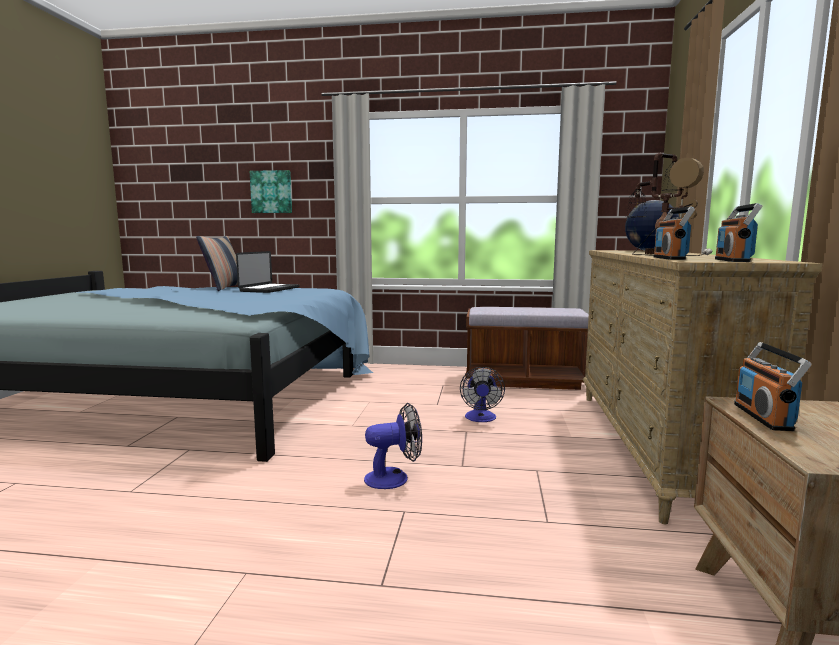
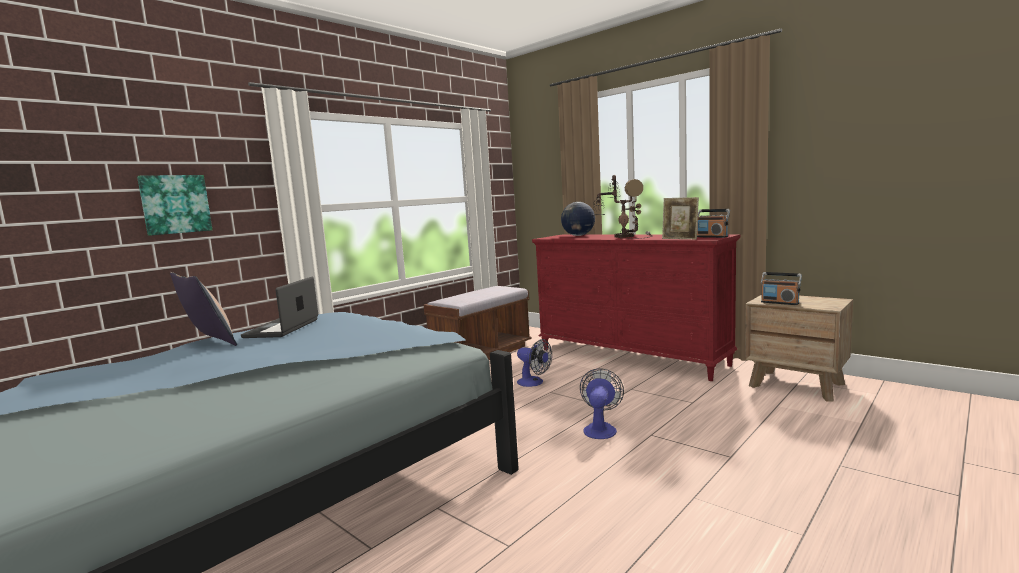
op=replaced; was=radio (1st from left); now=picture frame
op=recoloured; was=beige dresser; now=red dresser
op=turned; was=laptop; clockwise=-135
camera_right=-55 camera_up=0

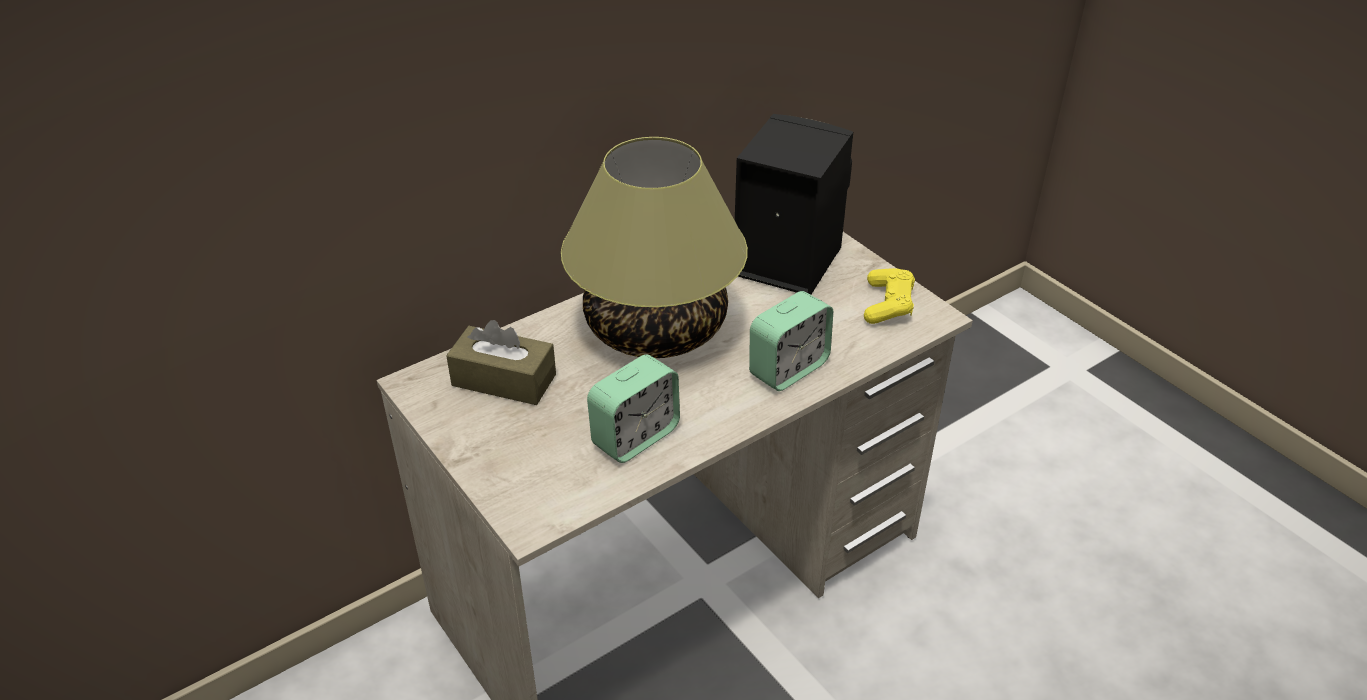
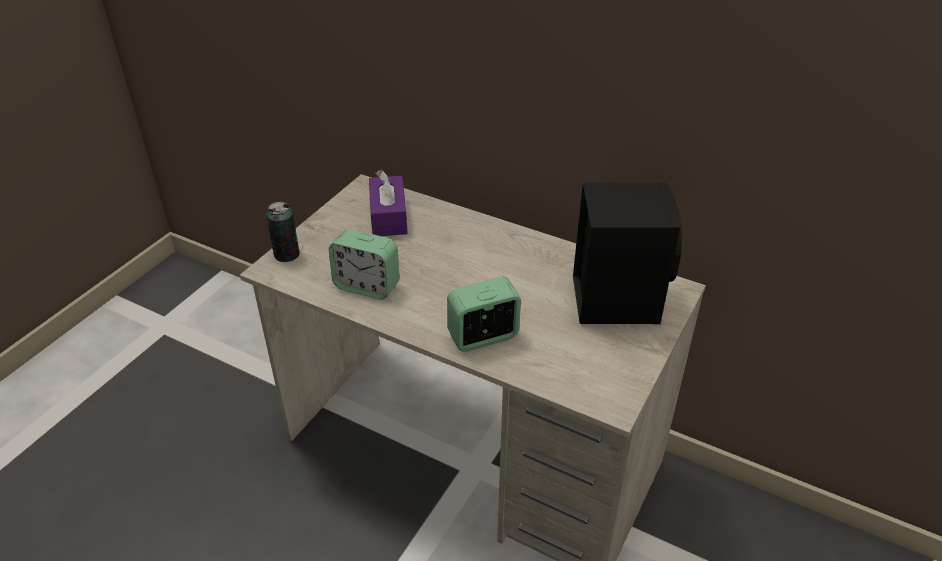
op=removed; was=table lamp
op=removed; was=yellow game controller
op=turned; was=alarm clock (2nd from left); clockwise=135
op=recoloured; was=brown tissue box; now=purple tissue box
op=added; now=can
camera_right=65 camera_up=0

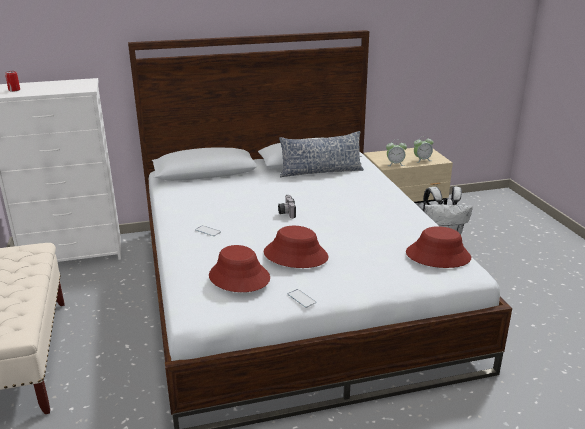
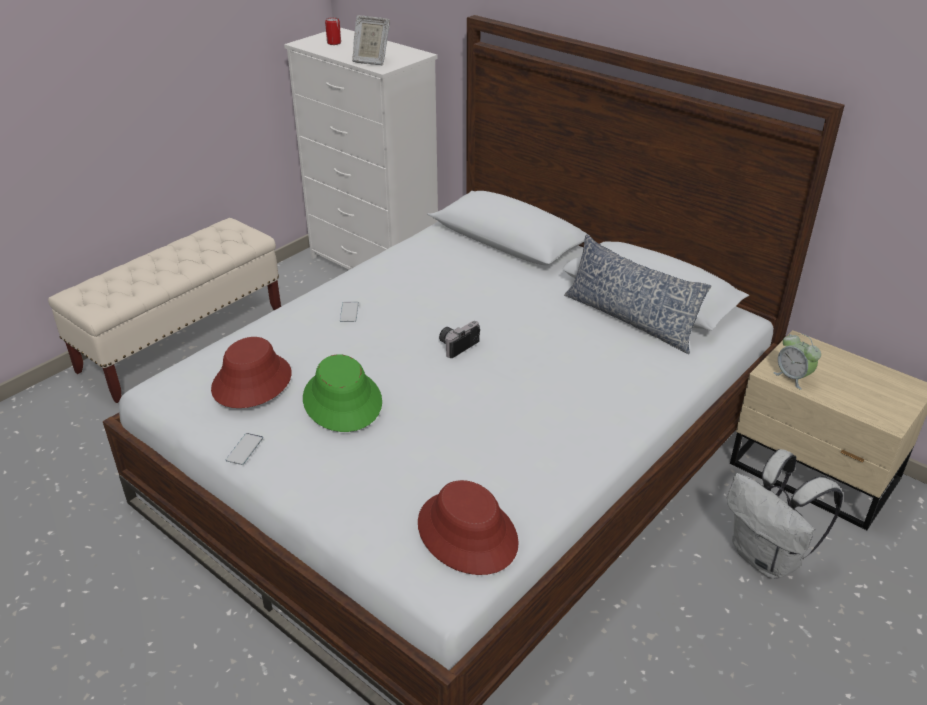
op=removed; was=alarm clock (2nd from left)
op=recoloured; was=red hat (2nd from left); now=green hat
op=added; now=picture frame
camera_right=55 camera_up=10

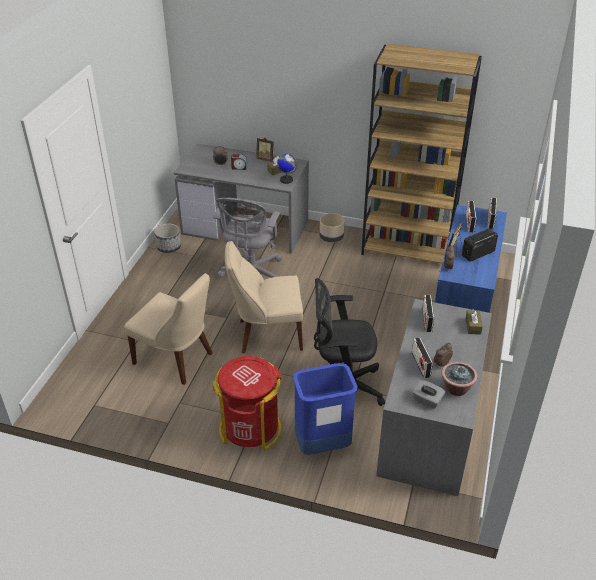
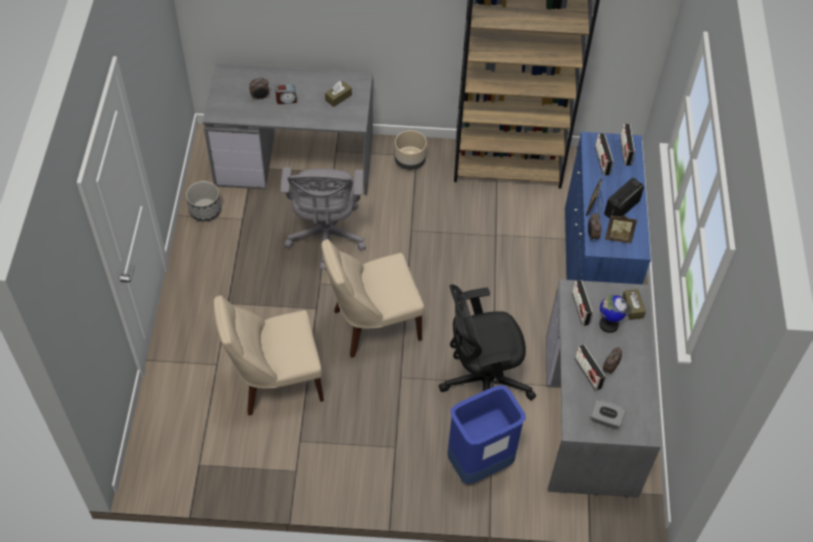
op=moved; was=picture frame (1st from left in the first image); now=picture frame (2nd from left)
op=moved; was=globe
op=turned; was=beige chair (1st from left); clockwise=150
op=removed; was=red trash can
op=removed; was=potted plant
camera_right=-15 camera_up=15

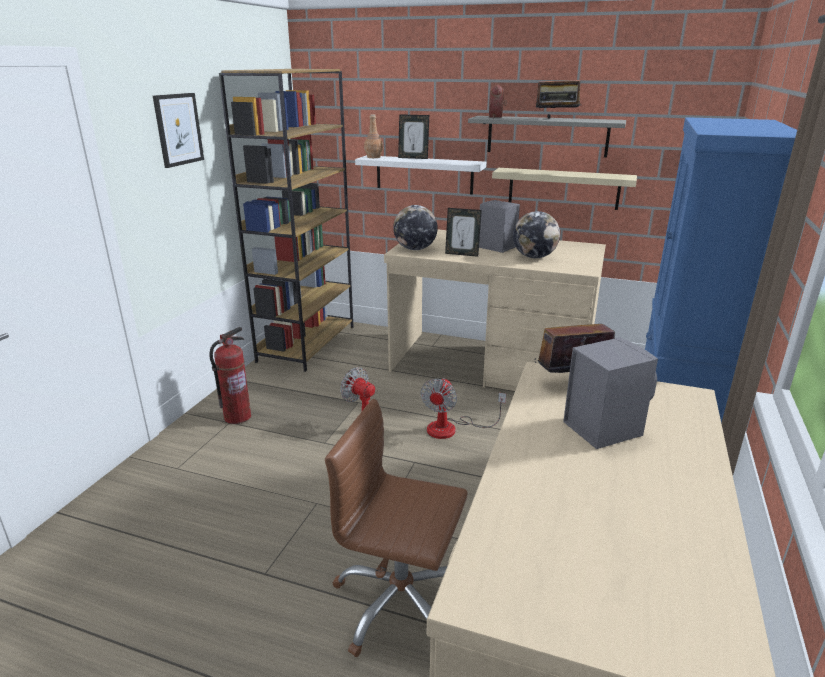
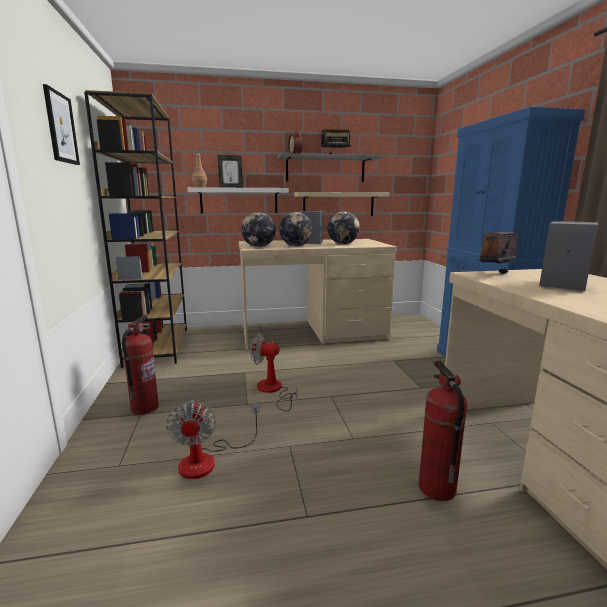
op=replaced; was=picture frame (2nd from left); now=globe (2nd from left)
op=moved; was=fan (2nd from left in the first image); now=fan (1st from left)
op=replaced; was=brown office chair; now=fire extinguisher (2nd from left)
camera_right=-30 camera_up=-10

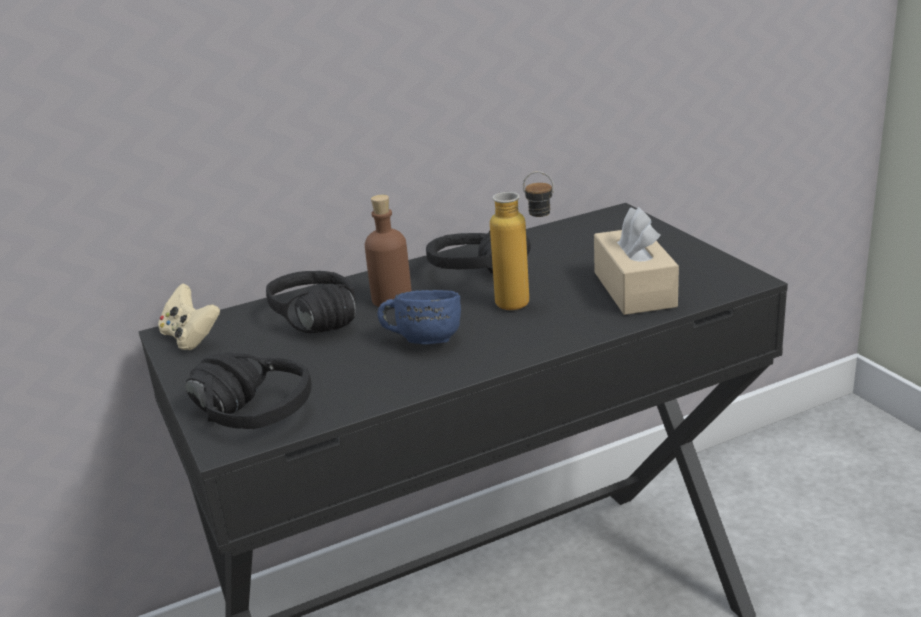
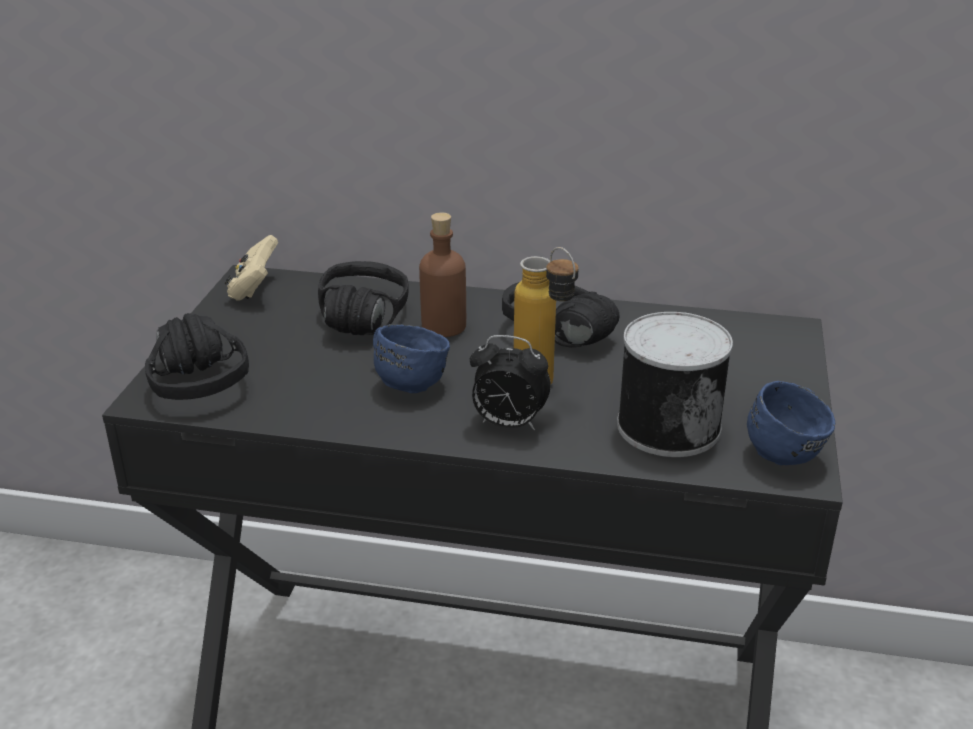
op=replaced; was=beige tissue box; now=can
op=added; now=alarm clock
op=added; now=blue mug (2nd from left)
camera_right=35 camera_up=5

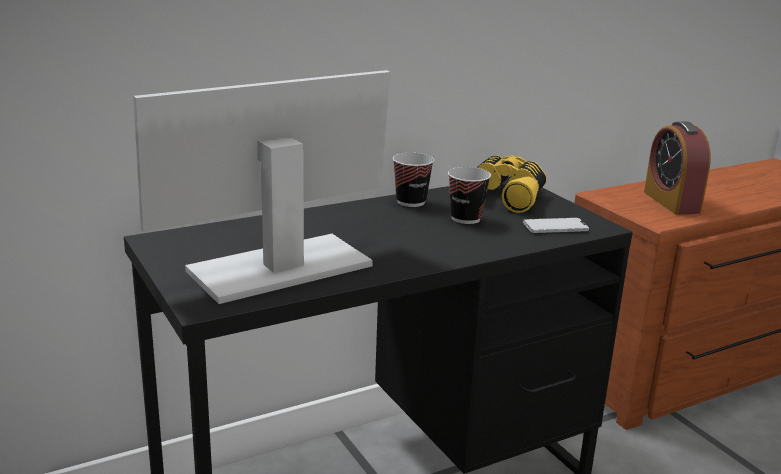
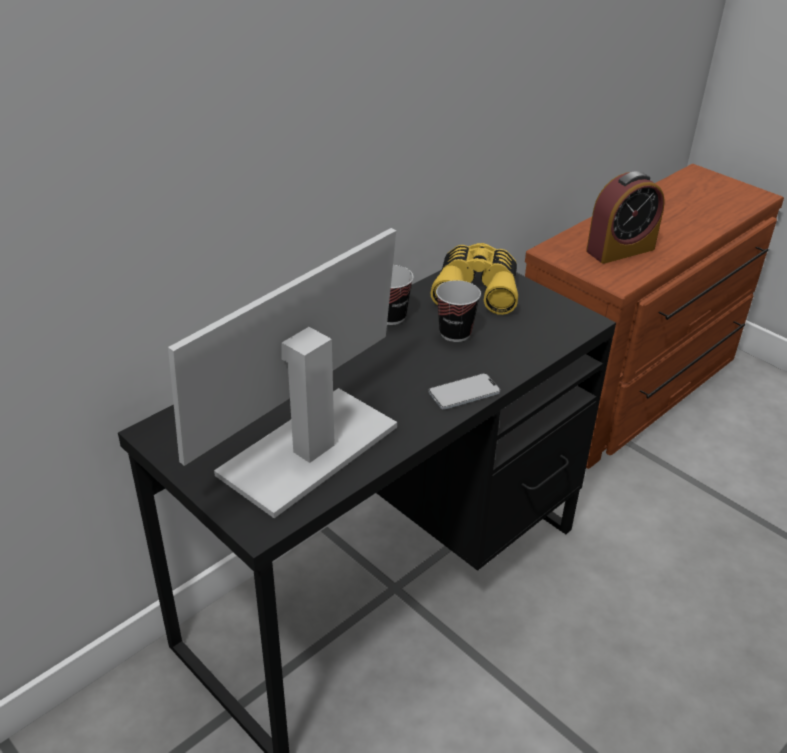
op=turned; was=alarm clock; clockwise=-90
op=moved; was=phone
camera_right=-15 camera_up=15

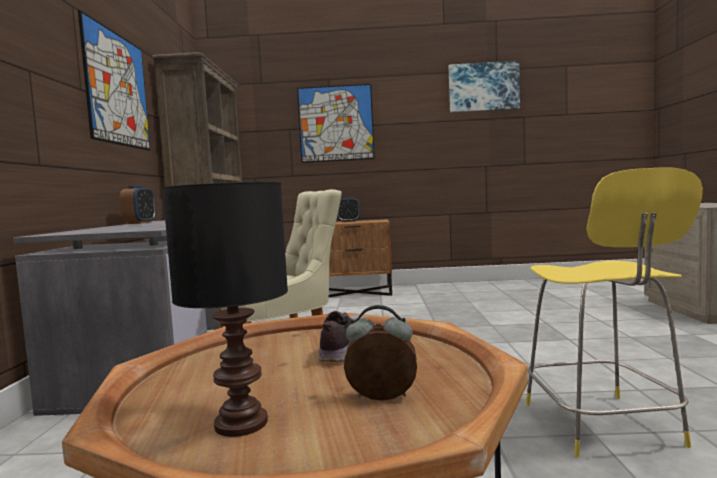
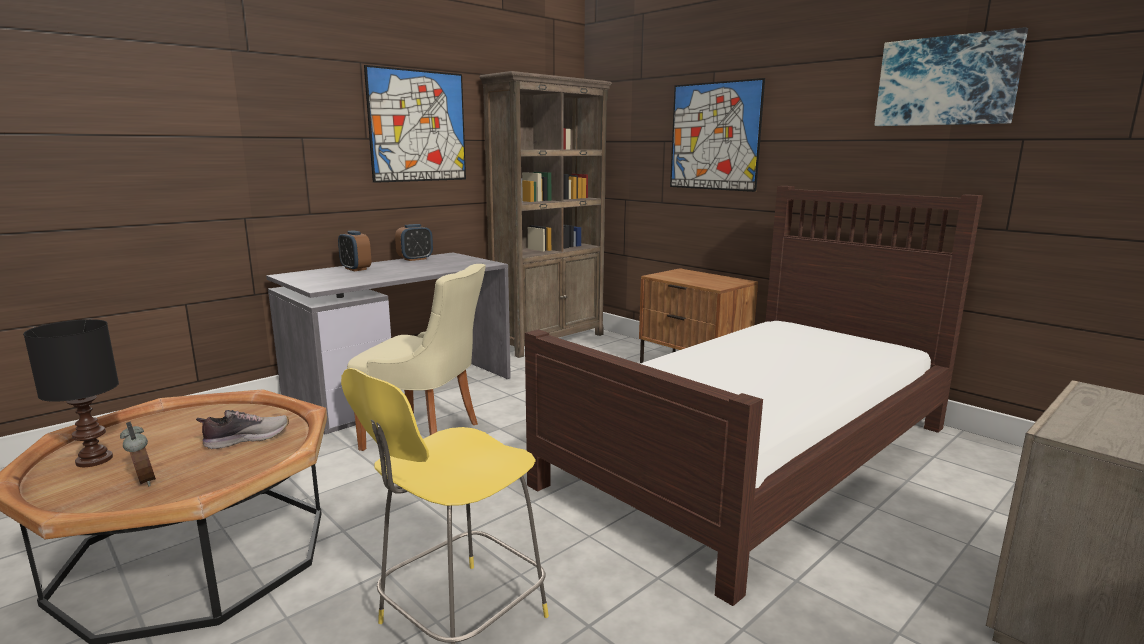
op=moved; was=alarm clock (2nd from left)
op=added; now=brown bed
camera_right=45 camera_up=10

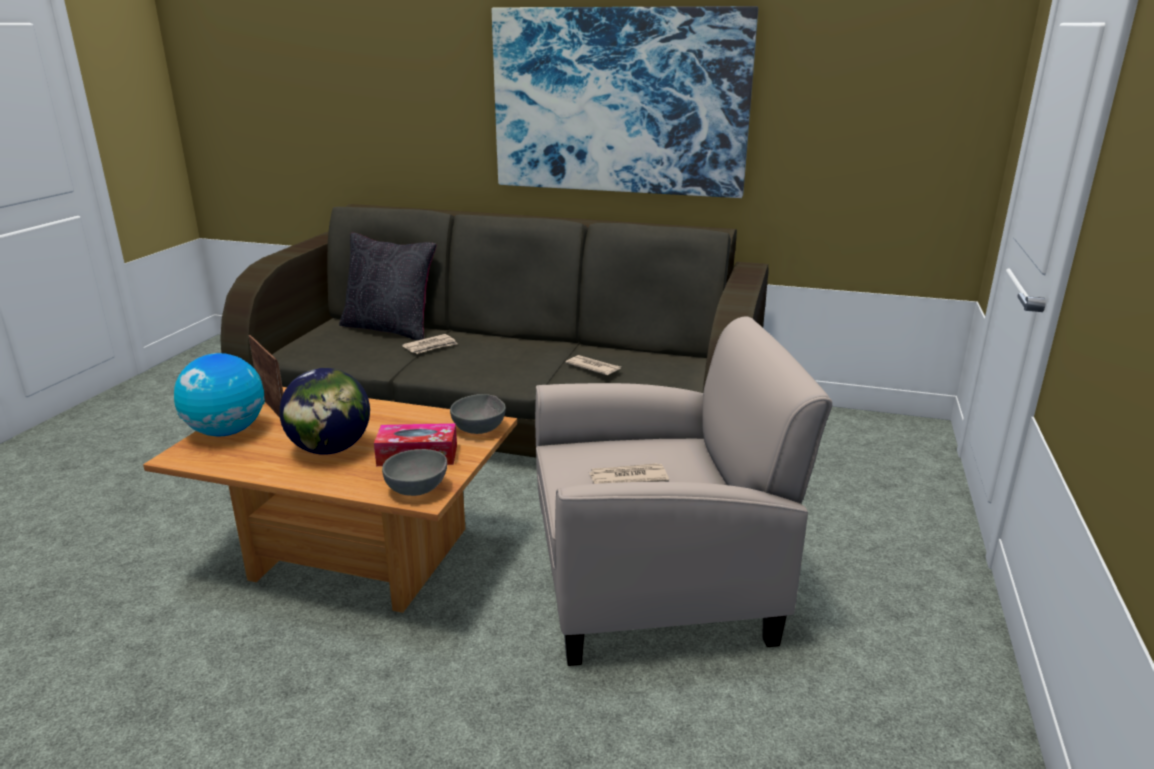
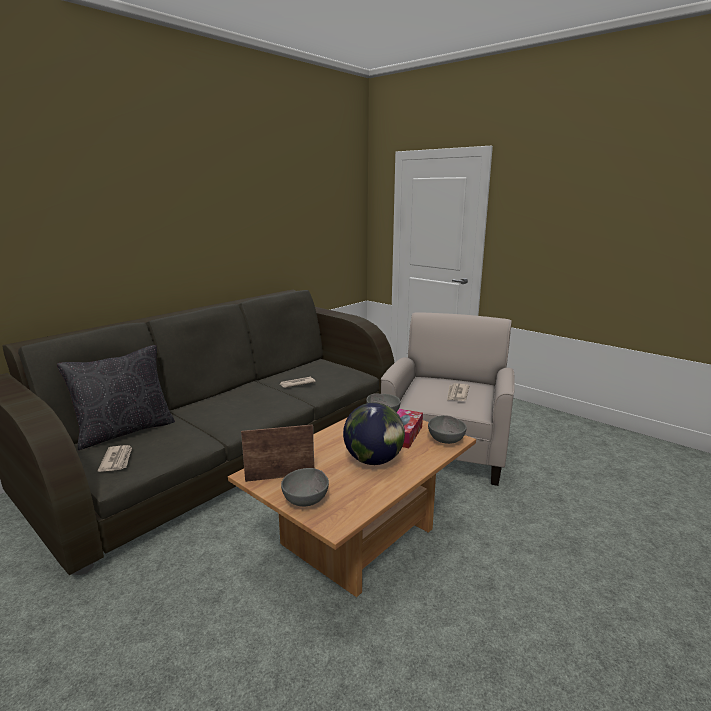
op=removed; was=picture
op=moved; was=newspaper (1st from left)
op=replaced; was=globe (1st from left); now=grey bowl (1st from left)
camera_right=-65 camera_up=-5

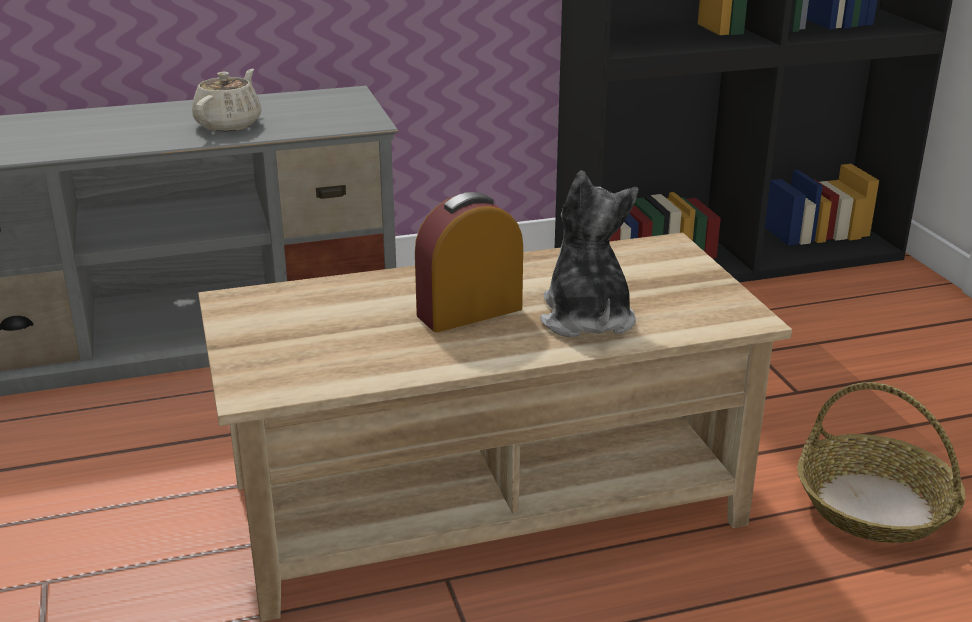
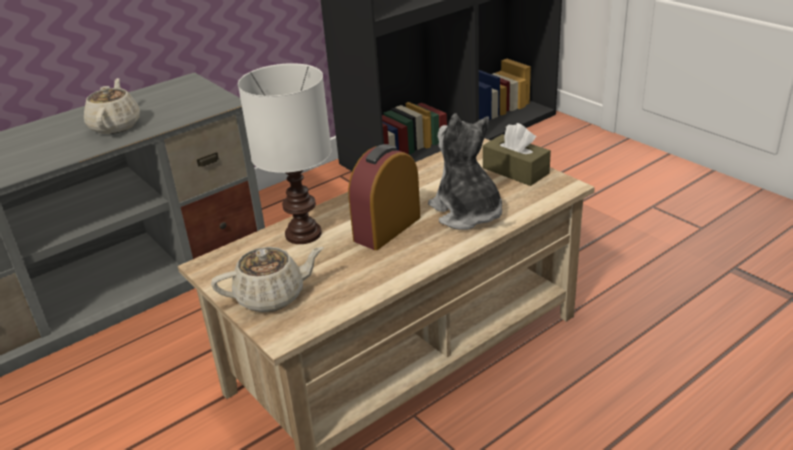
op=removed; was=basket
op=added; now=white table lamp
op=added; now=brown tissue box
op=added; now=beige teapot (2nd from left)
camera_right=-20 camera_up=5

